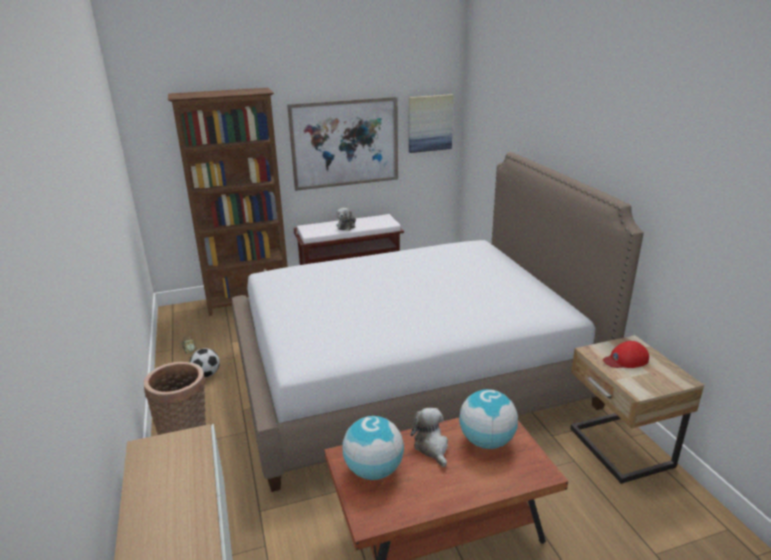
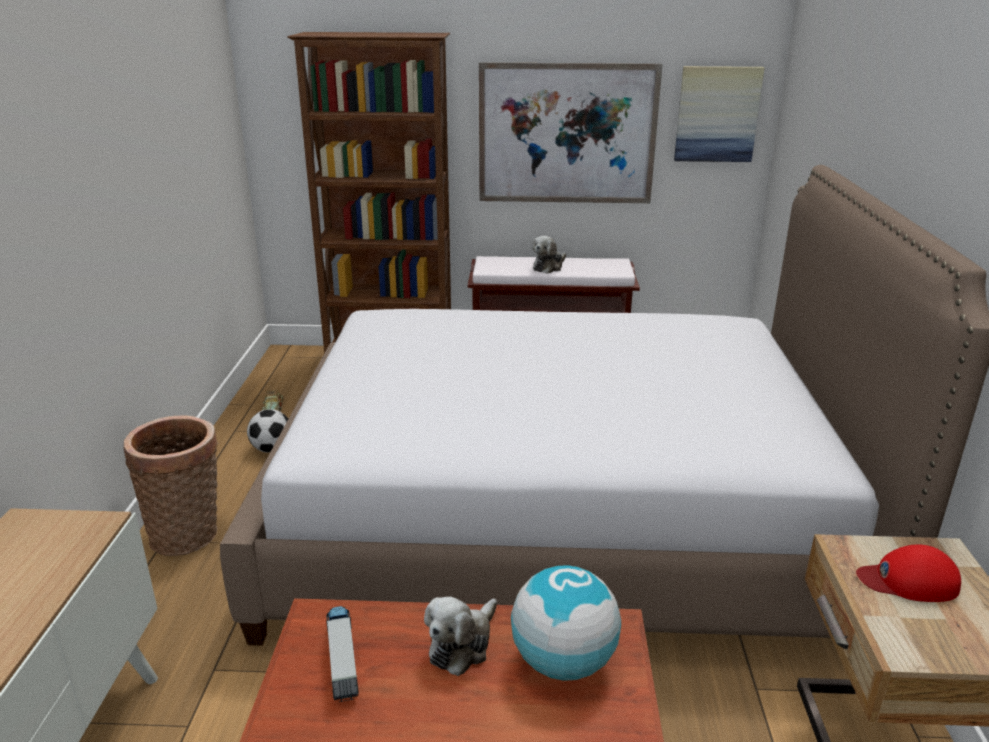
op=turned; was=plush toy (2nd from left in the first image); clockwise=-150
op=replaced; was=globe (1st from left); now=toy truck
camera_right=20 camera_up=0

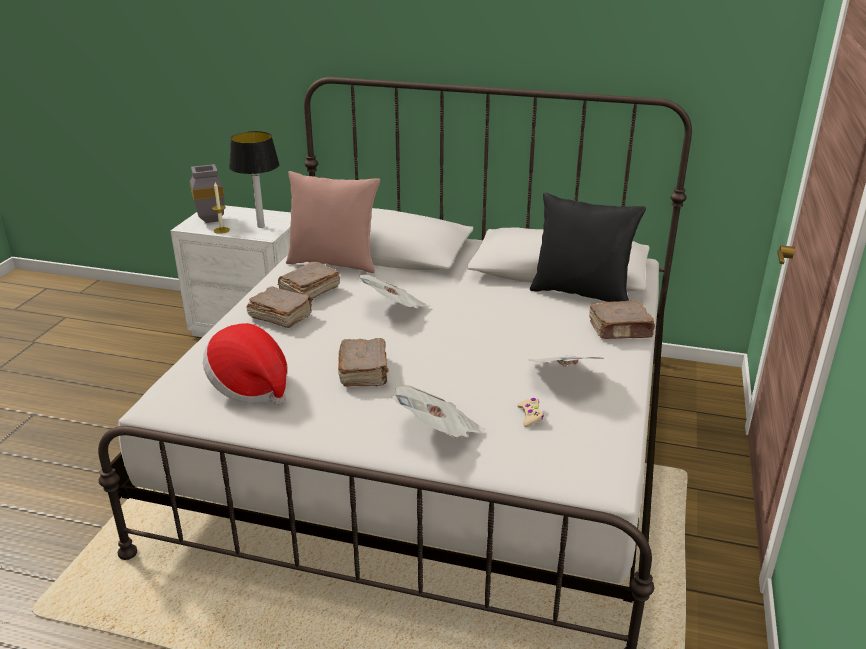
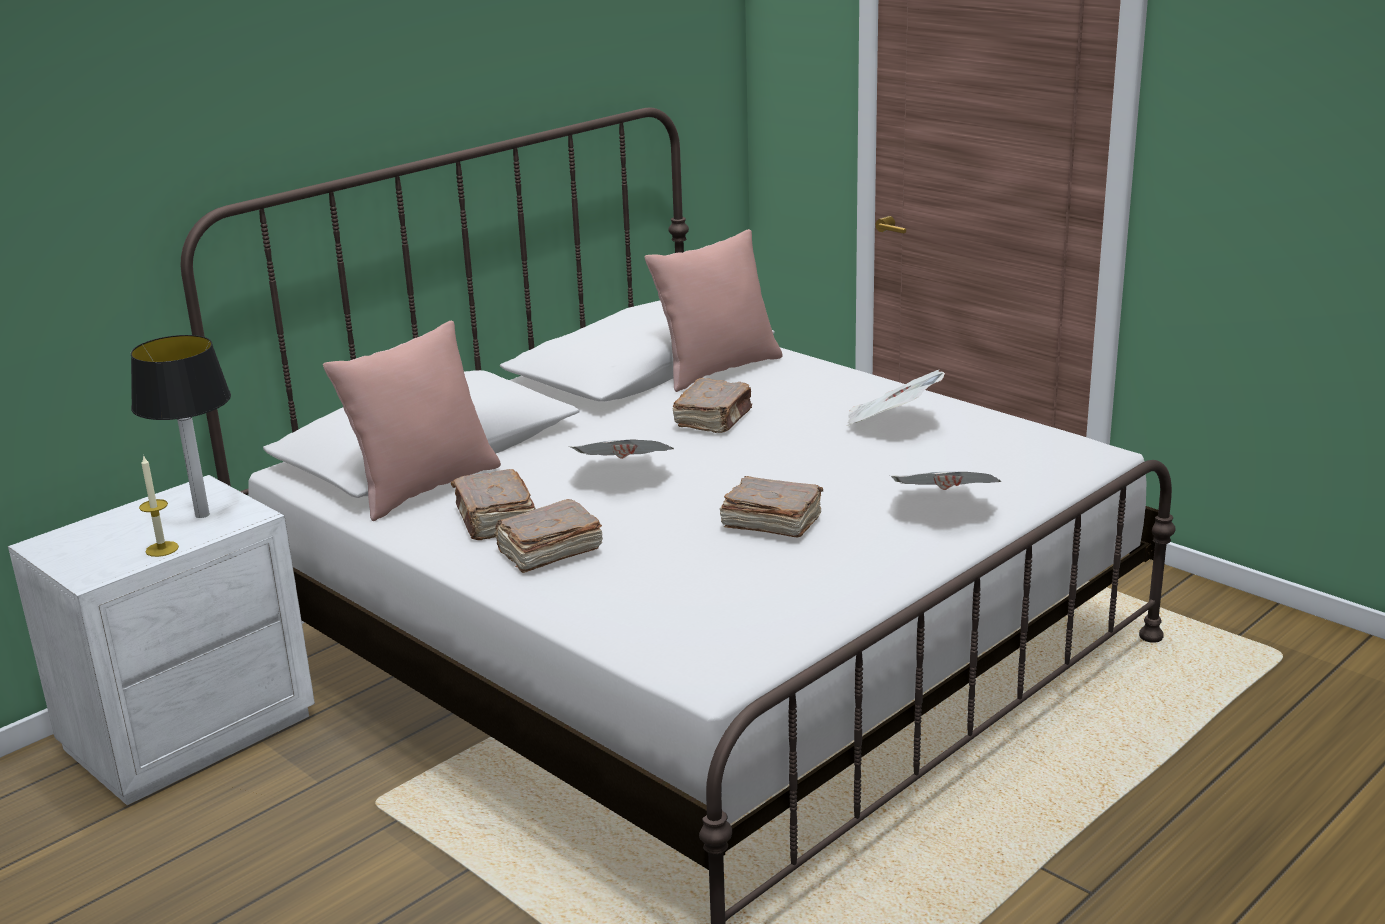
op=removed; was=grey vase
op=recoloured; was=black pillow; now=pink pillow (2nd from left)
op=moved; was=brown book (4th from left in the first image); now=brown book (3rd from left)
op=removed; was=hat
op=removed; was=beige game controller
camera_right=-60 camera_up=-5

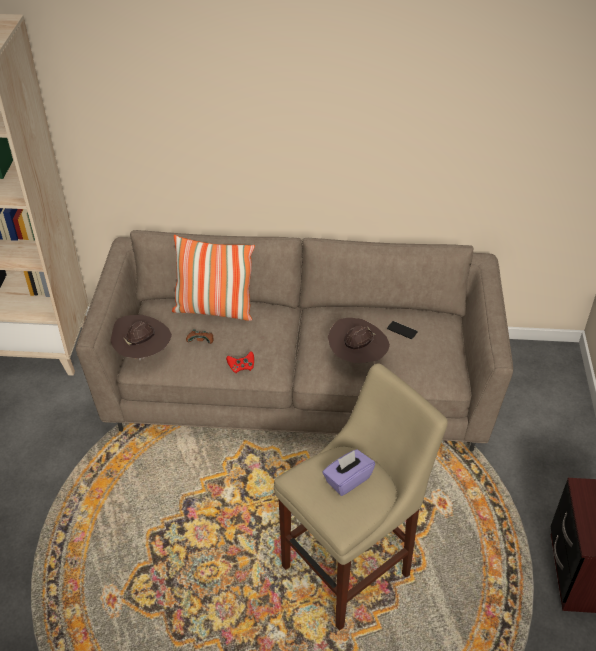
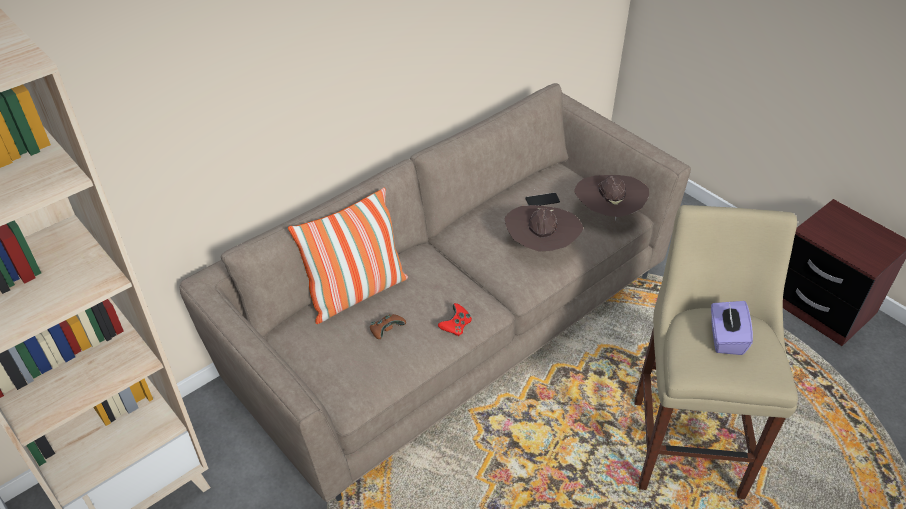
op=moved; was=brown hat (1st from left in the first image); now=brown hat (2nd from left)
camera_right=-45 camera_up=0

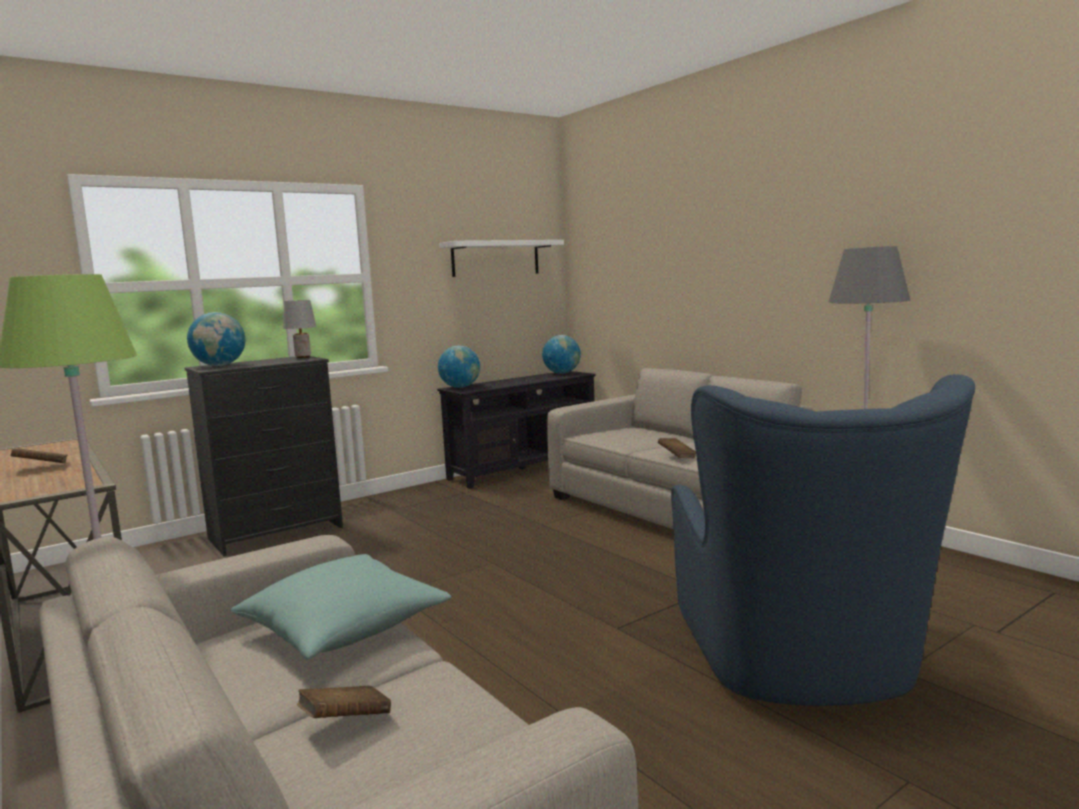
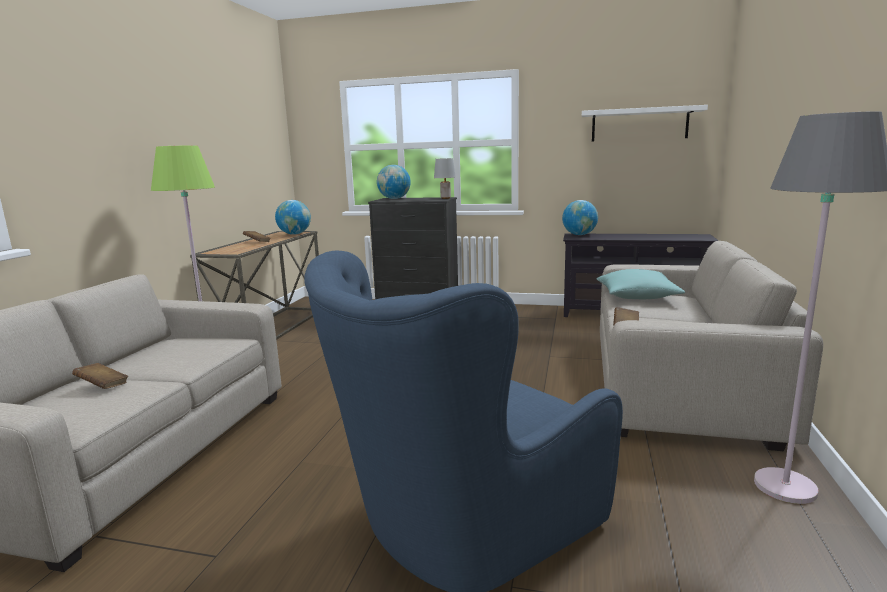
op=moved; was=globe (3rd from left in the first image); now=globe (1st from left)
op=moved; was=turquoise pillow
camera_right=50 camera_up=5

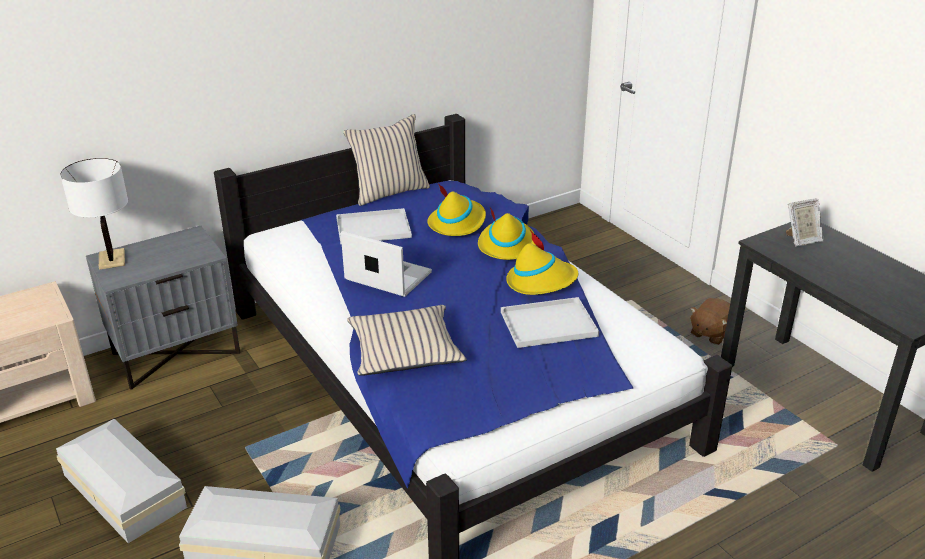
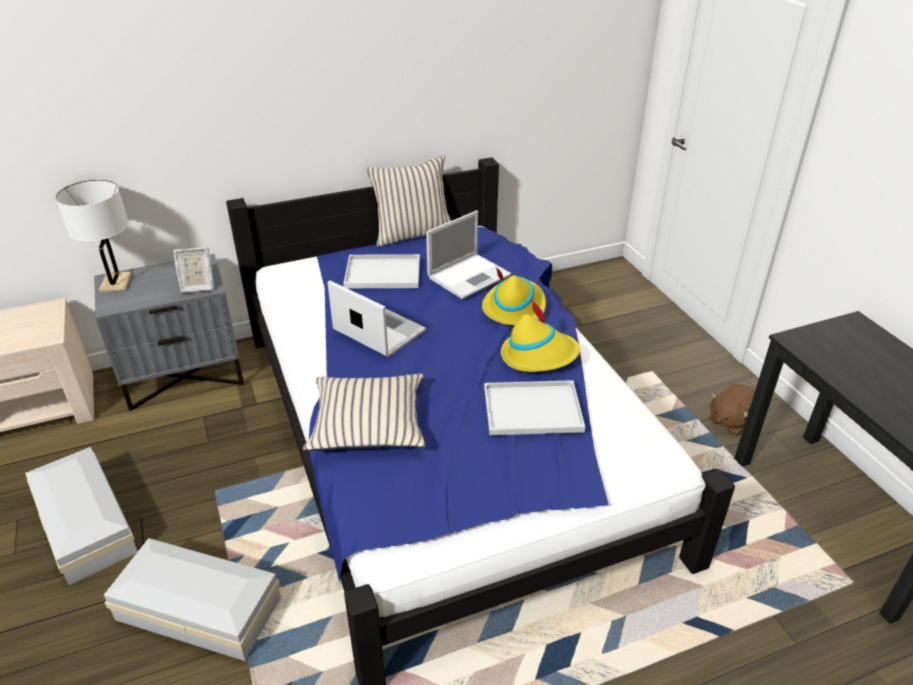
op=replaced; was=yellow hat (1st from left); now=laptop (2nd from left)
op=moved; was=picture frame
camera_right=10 camera_up=5

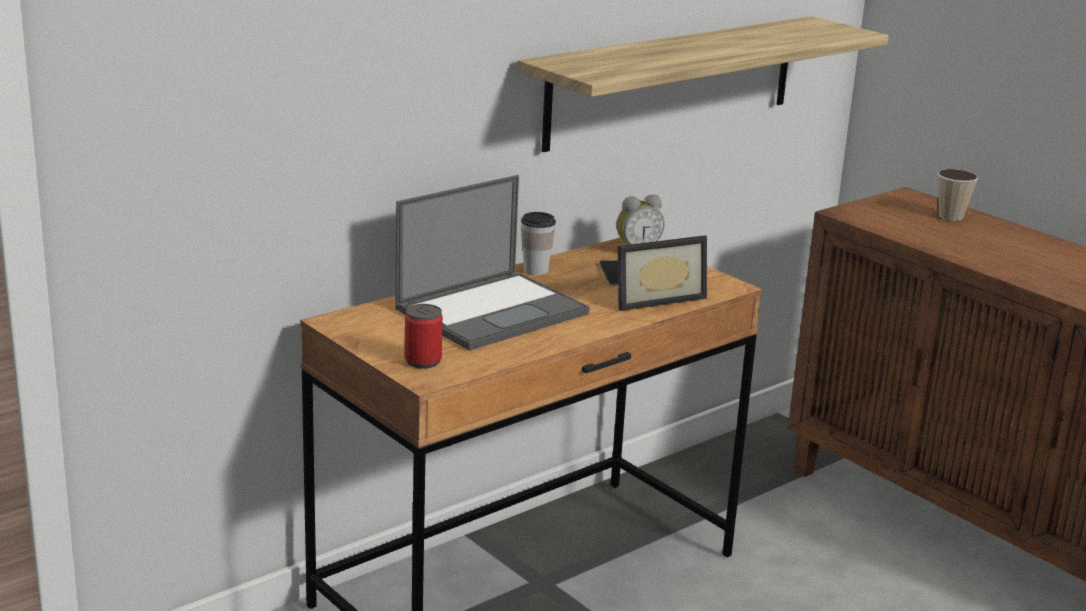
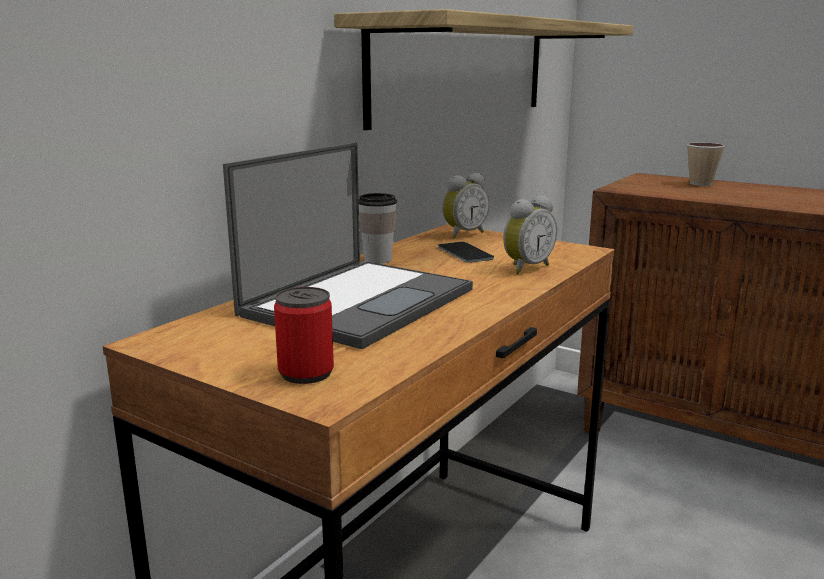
op=replaced; was=picture frame; now=alarm clock (2nd from left)
camera_right=-15 camera_up=-5

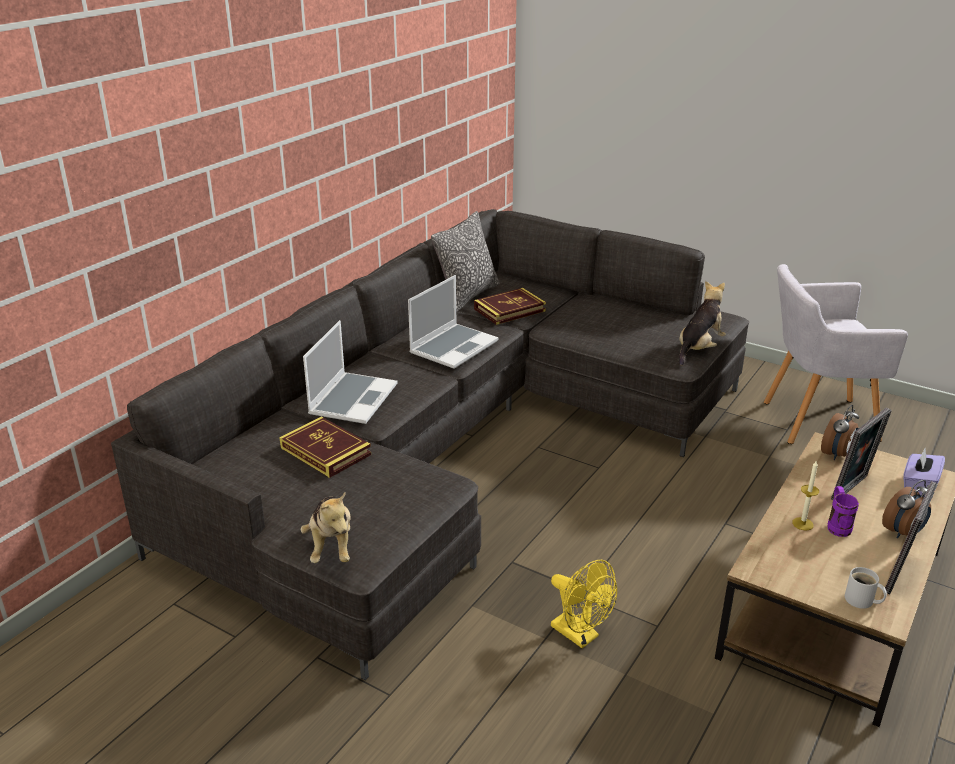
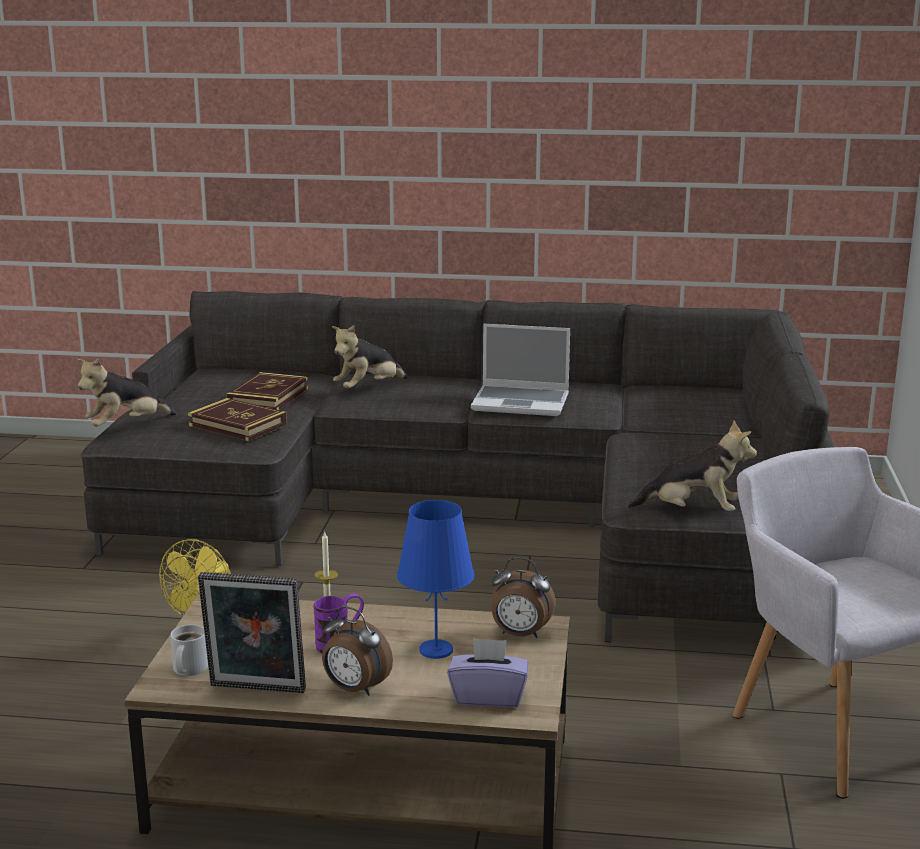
op=removed; was=pillow
op=moved; was=book (2nd from left in the first image); now=book (1st from left)
op=replaced; was=laptop (1st from left); now=plush toy (2nd from left)
op=replaced; was=picture frame (1st from left); now=blue table lamp
camera_right=65 camera_up=-10

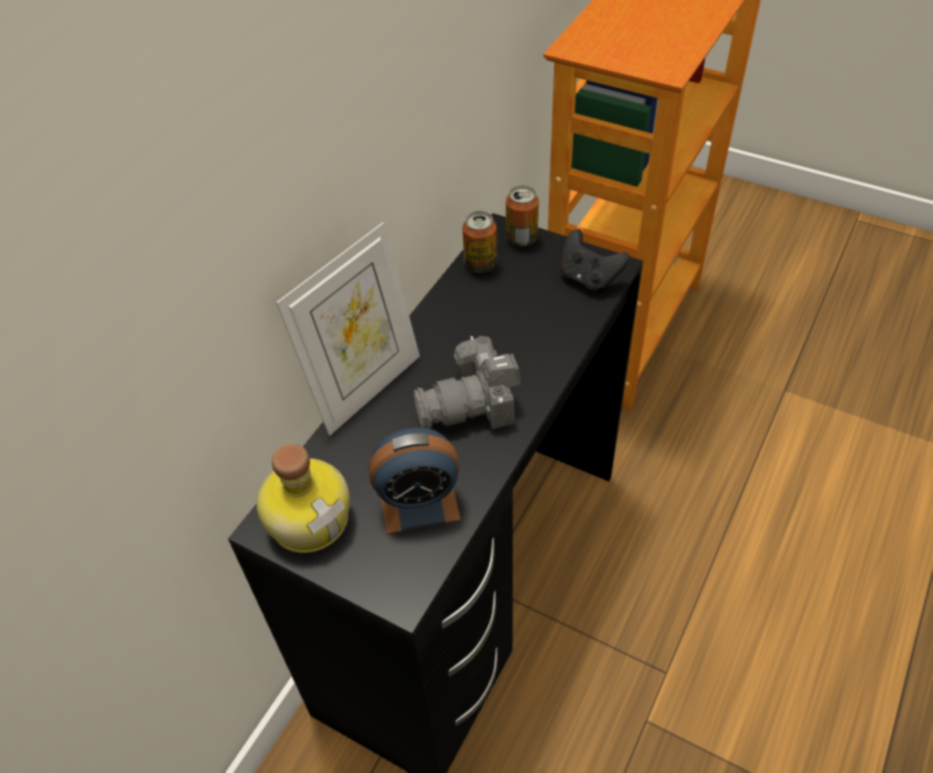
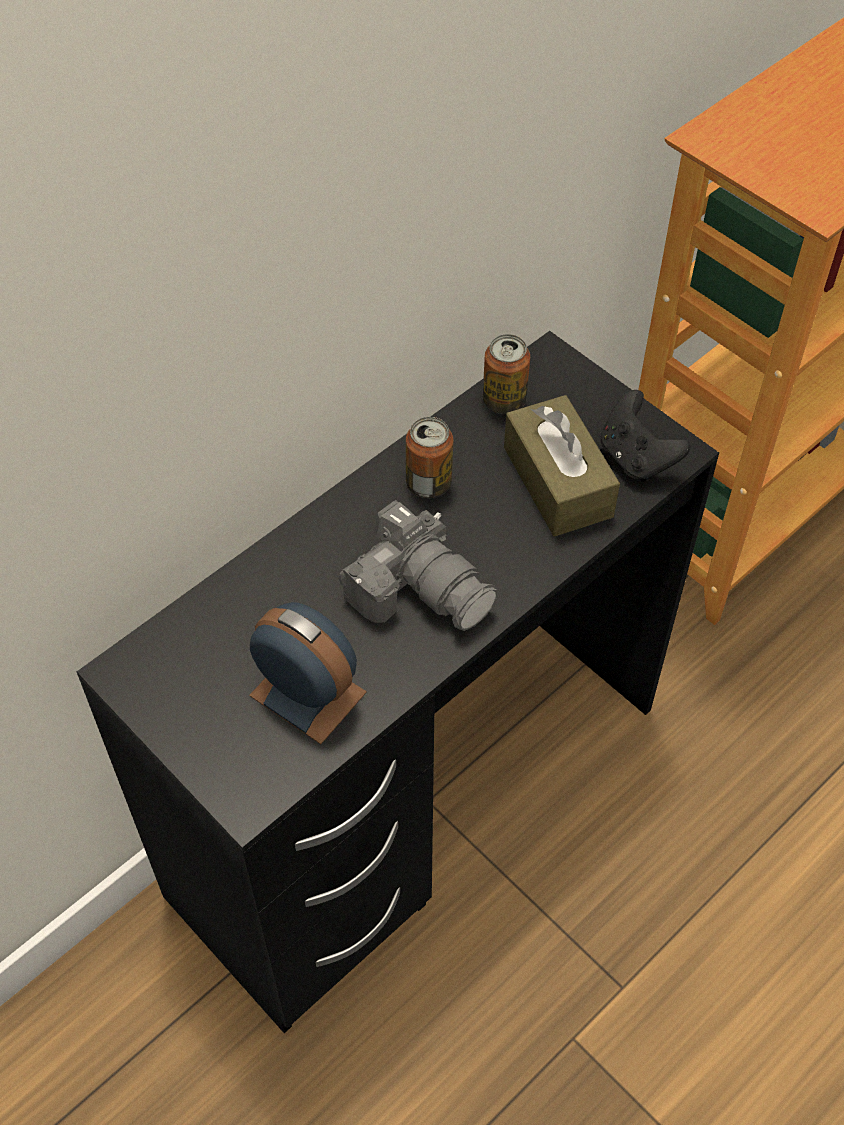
op=moved; was=can (2nd from left in the first image); now=can (1st from left)
op=removed; was=picture frame
op=turned; was=photo camera; clockwise=-135
op=turned; was=alarm clock; clockwise=-150
op=removed; was=bottle
op=added; now=brown tissue box
camera_right=15 camera_up=5

